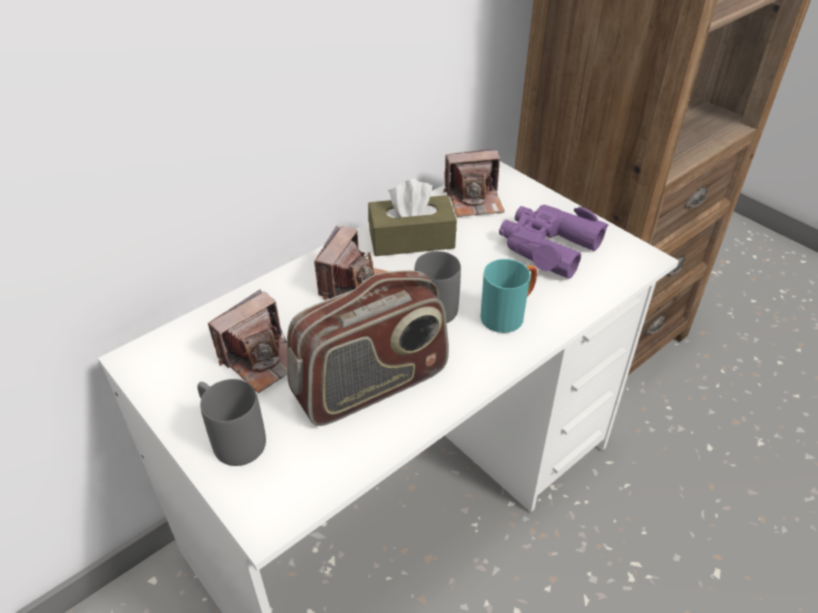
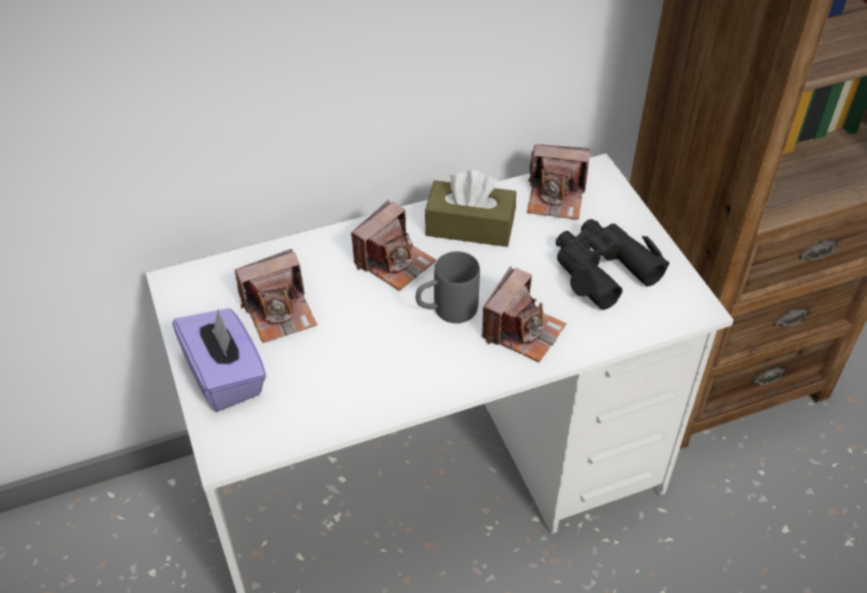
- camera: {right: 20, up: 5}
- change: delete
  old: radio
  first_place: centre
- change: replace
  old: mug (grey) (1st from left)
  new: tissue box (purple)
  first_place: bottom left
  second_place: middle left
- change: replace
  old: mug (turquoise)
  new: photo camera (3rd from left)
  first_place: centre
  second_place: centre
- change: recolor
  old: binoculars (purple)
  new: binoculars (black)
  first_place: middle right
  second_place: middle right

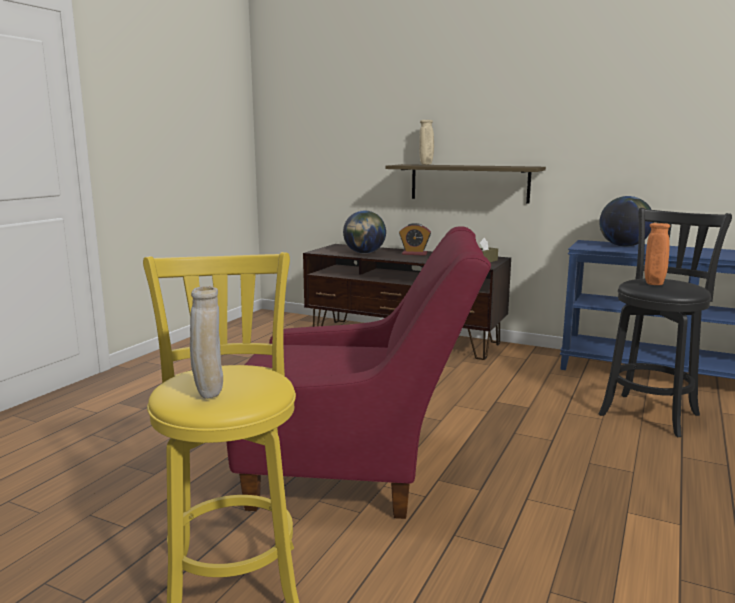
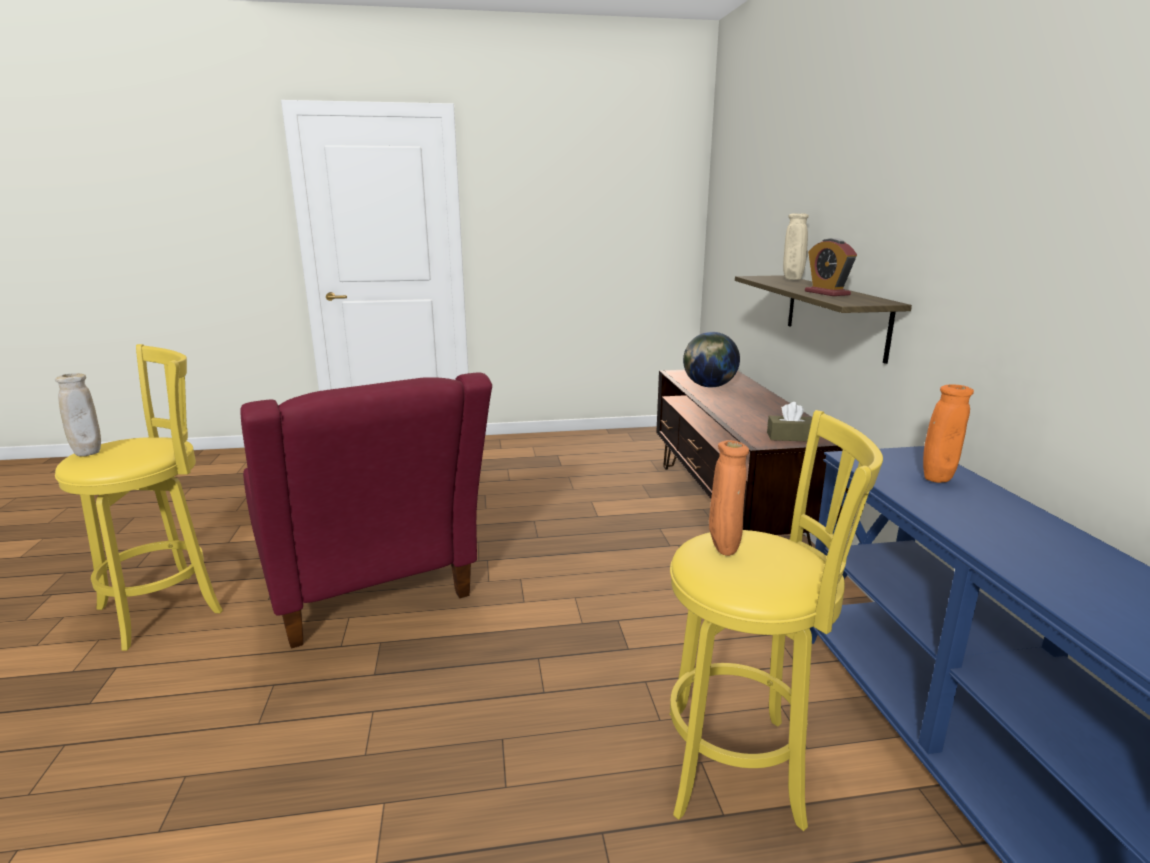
- camera: {right: 55, up: 5}
- change: move
  old: alarm clock
  first_place: centre
  second_place: top right
- change: replace
  old: globe (2nd from left)
  new: vase (orange) (2nd from left)
  first_place: middle right
  second_place: middle right
- change: recolor
  old: stool (black)
  new: stool (yellow) (2nd from left)
  first_place: middle right
  second_place: bottom right

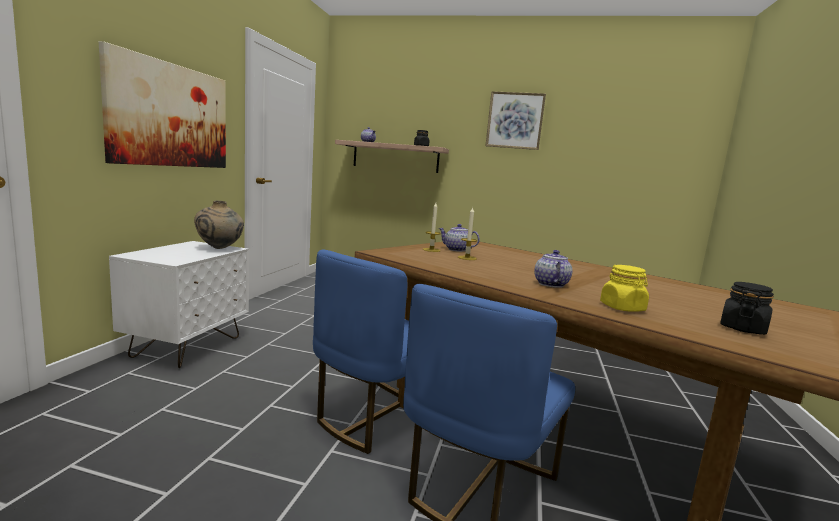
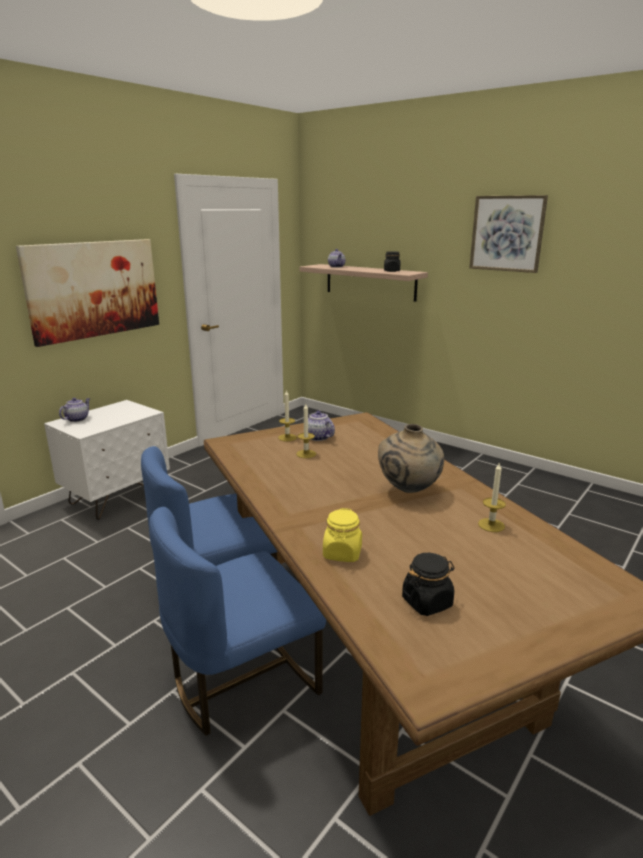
- camera: {right: 25, up: 10}
- change: insert
  new: candle (3rd from left)
  second_place: middle right
- change: move
  old: vase (beige)
  first_place: middle left
  second_place: centre
- change: move
  old: teapot (3rd from left in the first image)
  new: teapot (1st from left)
  first_place: centre
  second_place: middle left

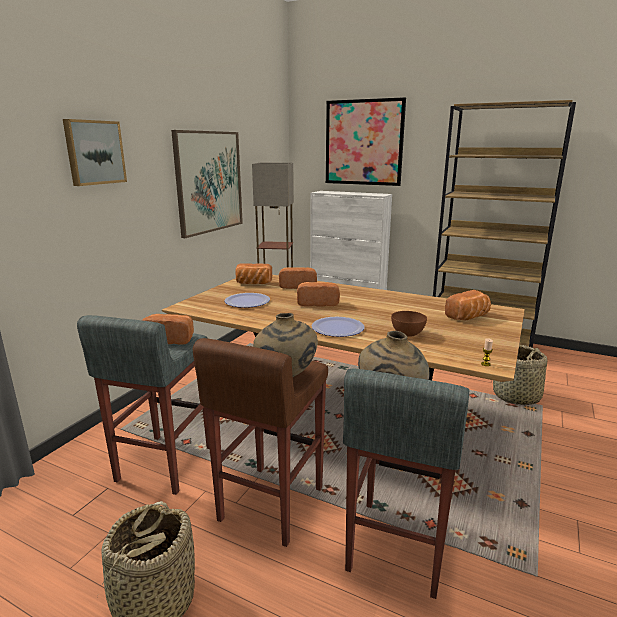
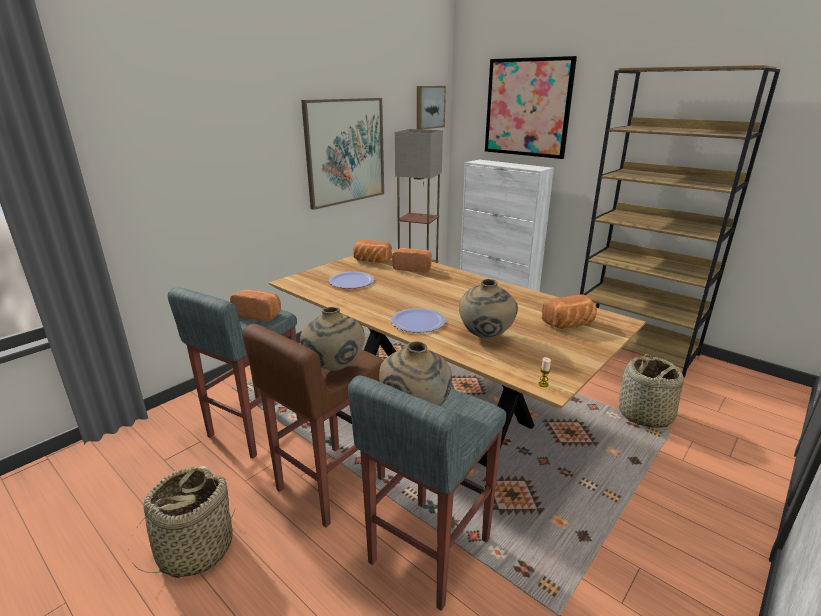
- camera: {right: 15, up: 5}
- change: delete
  old: bread (4th from left)
  first_place: centre
- change: move
  old: picture (1st from left in the first image)
  new: picture (2nd from left)
  first_place: top left
  second_place: top centre
- change: replace
  old: bowl (brown)
  new: vase (beige) (3rd from left)
  first_place: centre
  second_place: centre

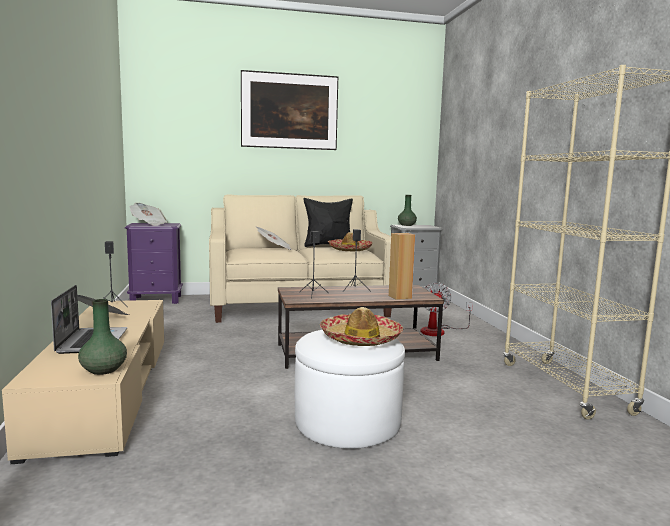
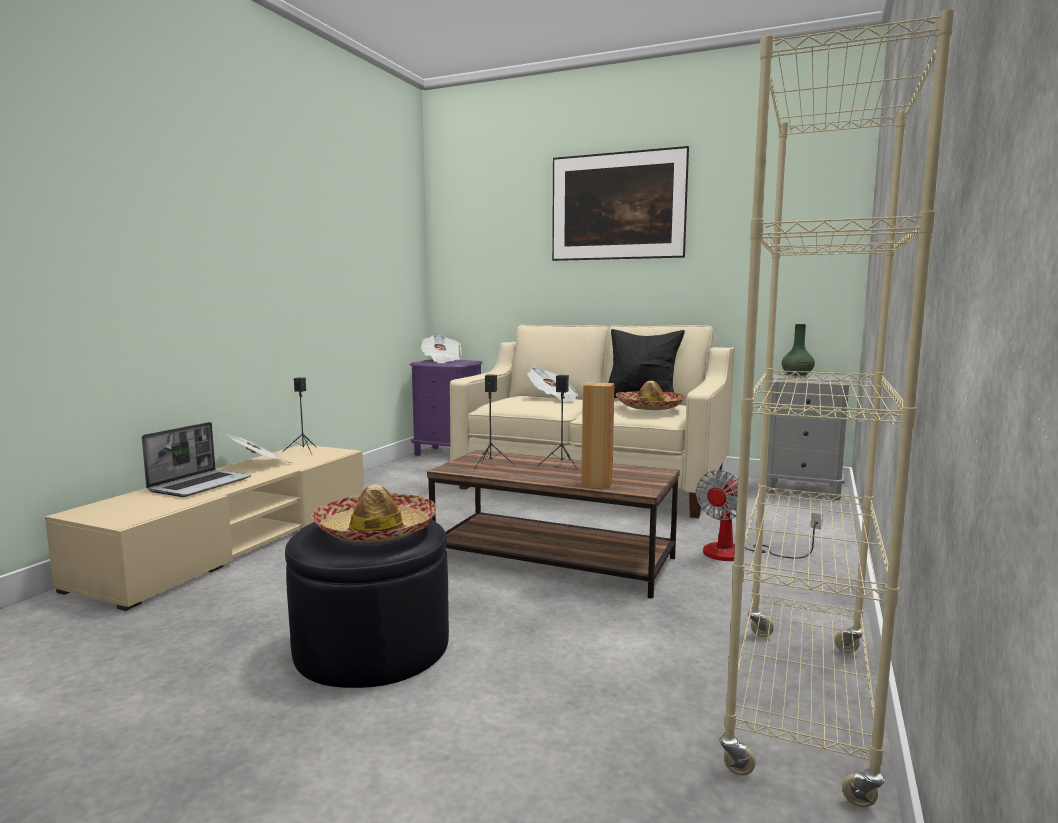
- camera: {right: 35, up: 0}
- change: delete
  old: vase (green) (1st from left)
  first_place: middle left
- change: recolor
  old: ottoman (white)
  new: ottoman (black)
  first_place: bottom centre
  second_place: bottom centre

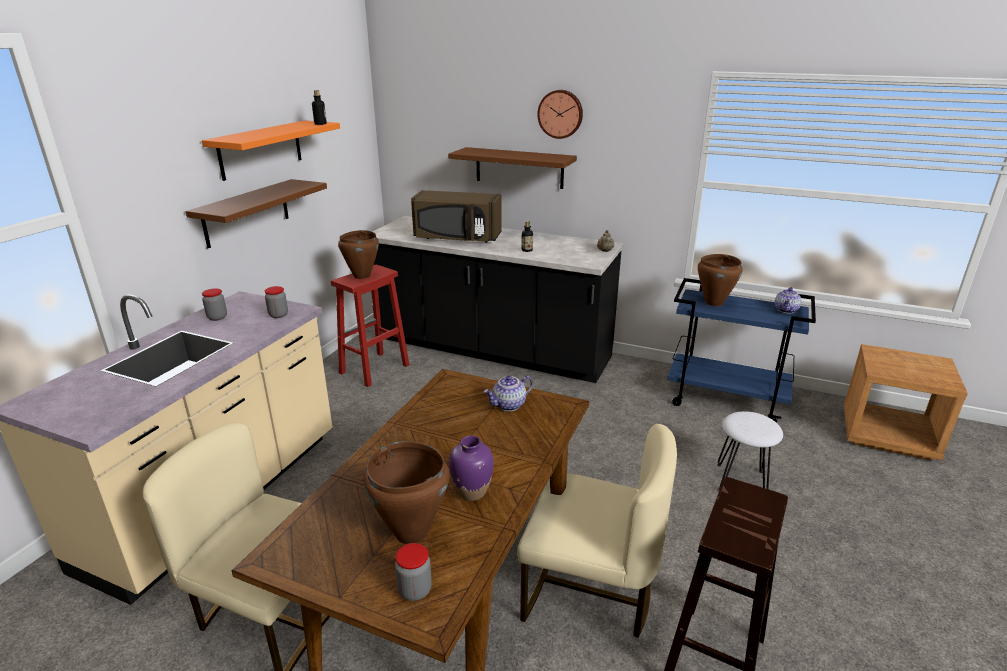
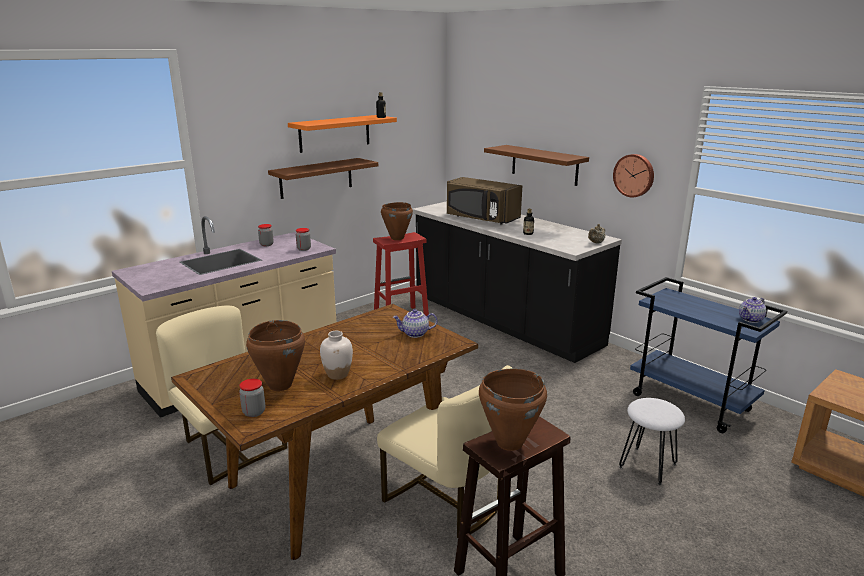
- camera: {right: 25, up: -5}
- change: move
  old: wall clock
  first_place: top centre
  second_place: top right
- change: move
  old: cooking pot (brown) (3rd from left)
  first_place: middle right
  second_place: bottom centre
- change: recolor
  old: vase (purple)
  new: vase (white)
  first_place: bottom centre
  second_place: centre

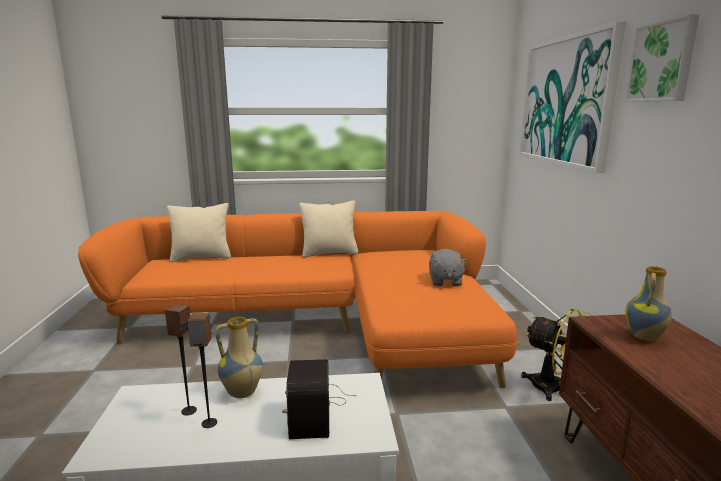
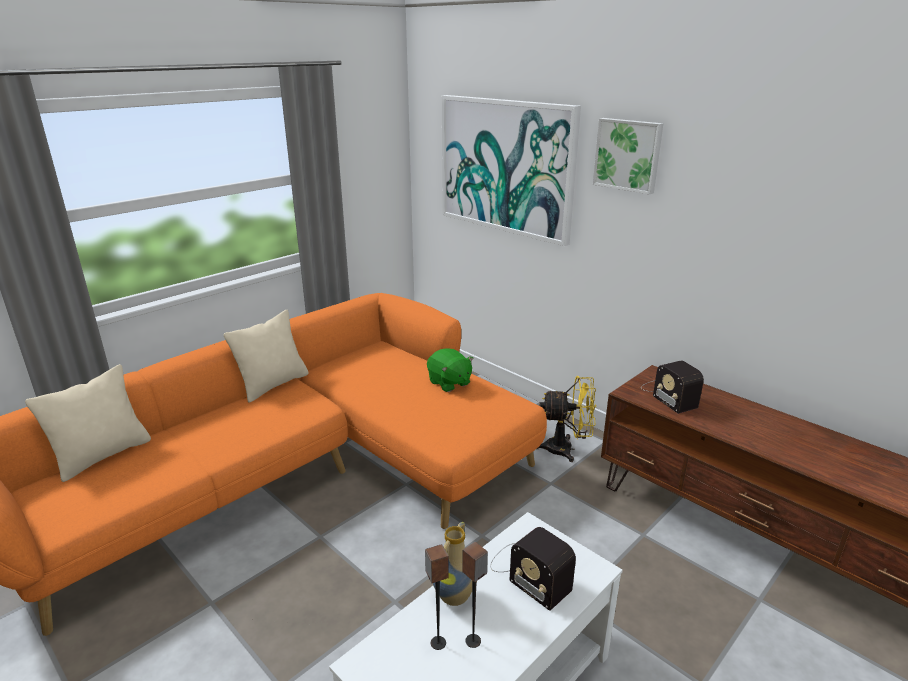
- camera: {right: -40, up: 10}
- change: replace
  old: vase (2nd from left)
  new: radio (2nd from left)
  first_place: middle right
  second_place: middle right
- change: recolor
  old: plush toy (grey)
  new: plush toy (green)
  first_place: centre
  second_place: centre

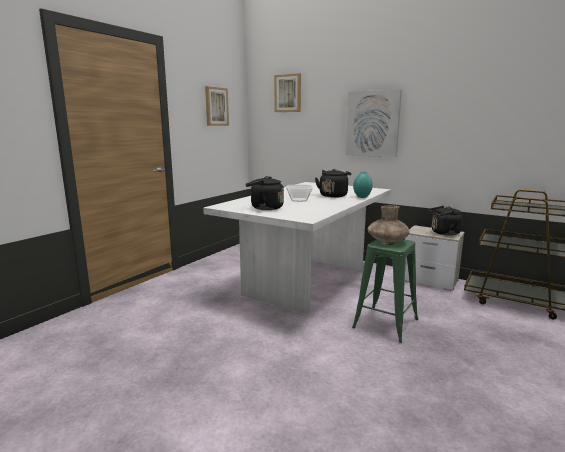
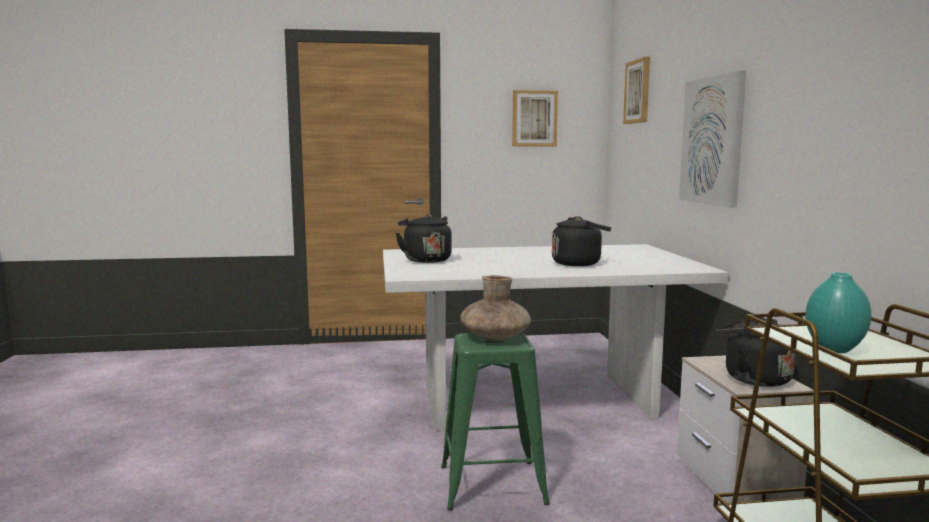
- camera: {right: 50, up: -5}
- change: delete
  old: bowl
  first_place: centre
- change: move
  old: vase (turquoise)
  first_place: centre
  second_place: middle right

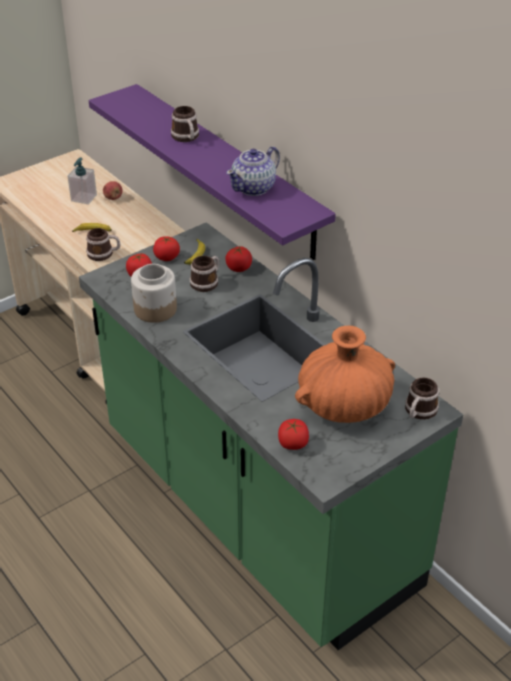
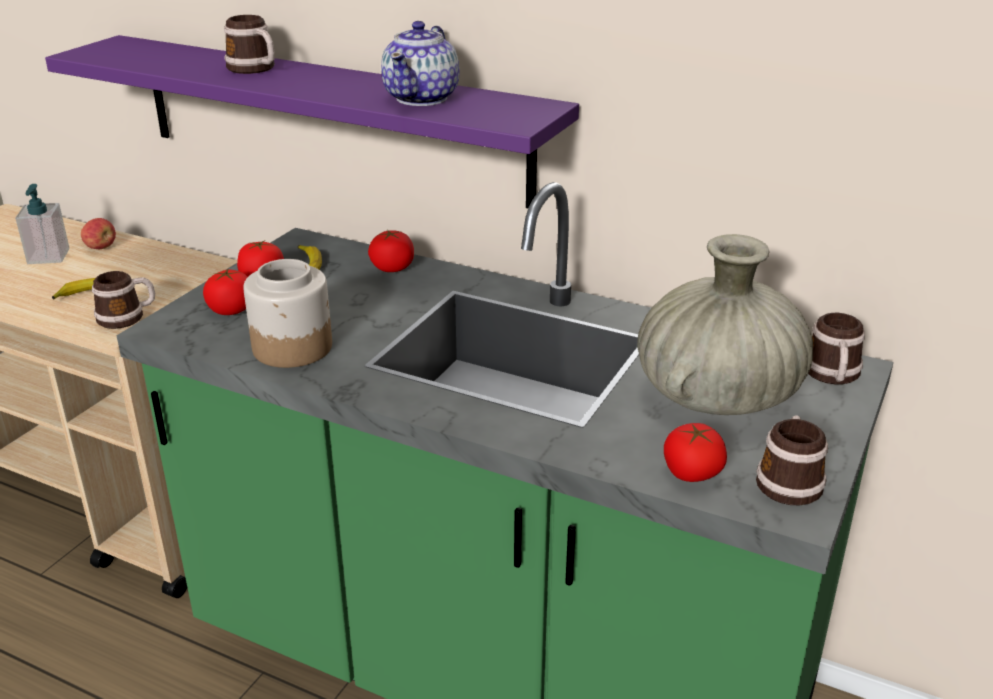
- camera: {right: -25, up: -10}
- change: move
  old: mug (3rd from left)
  first_place: centre
  second_place: middle right
- change: recolor
  old: vase (orange)
  new: vase (beige)
  first_place: middle right
  second_place: middle right

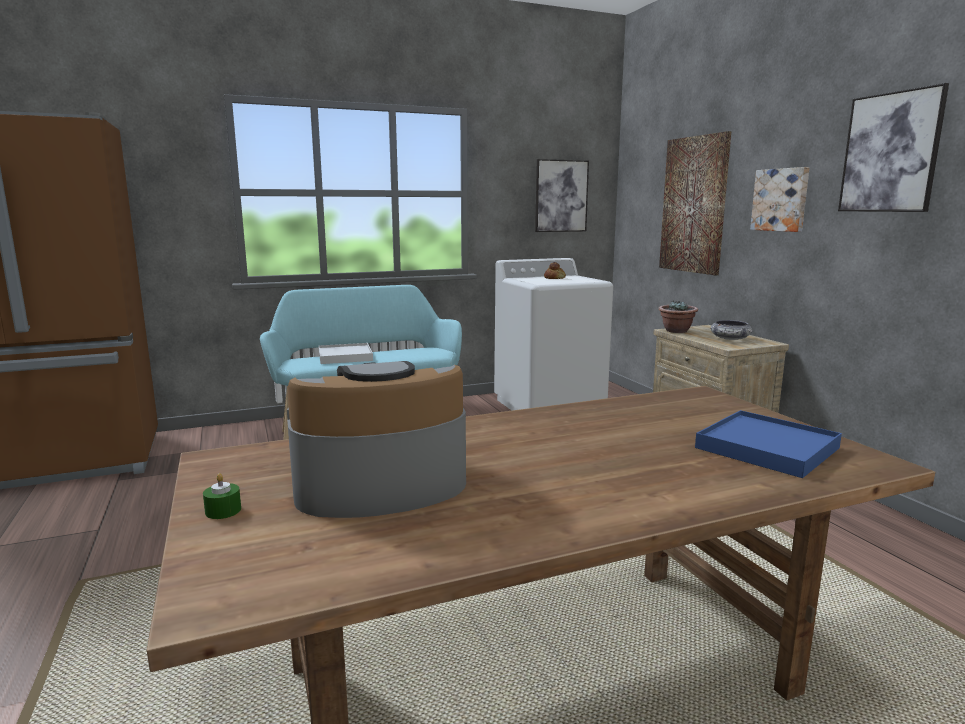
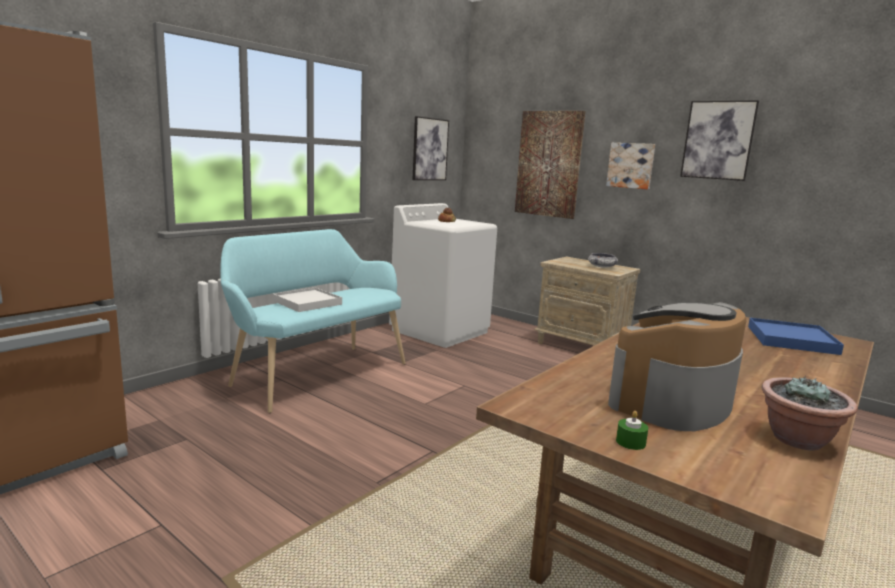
- camera: {right: -30, up: 0}
- change: move
  old: potted plant
  first_place: middle right
  second_place: bottom right

